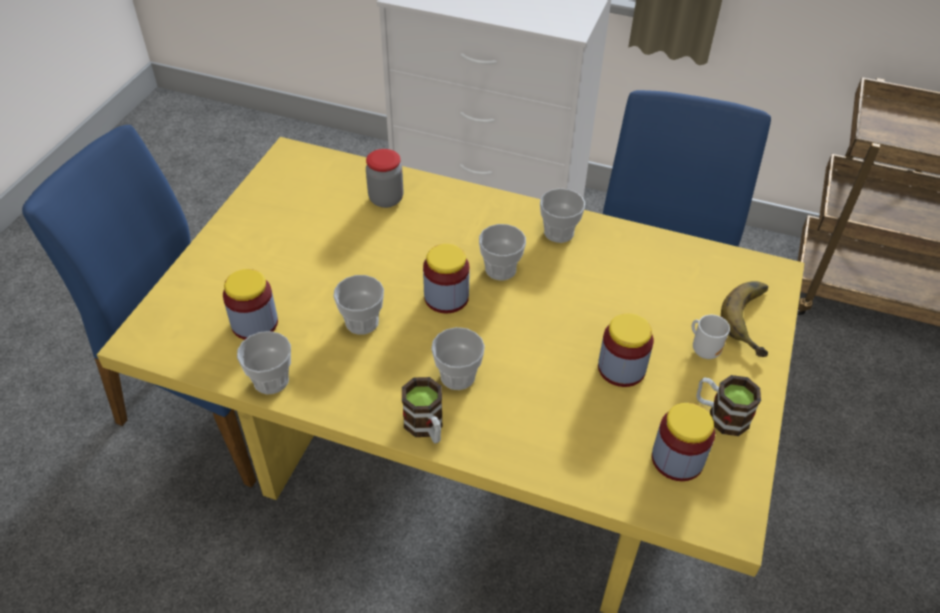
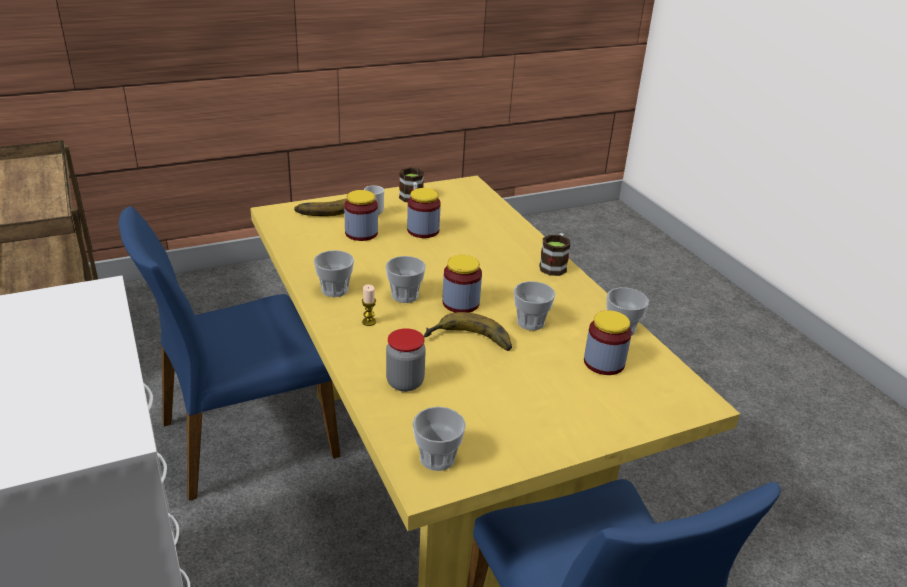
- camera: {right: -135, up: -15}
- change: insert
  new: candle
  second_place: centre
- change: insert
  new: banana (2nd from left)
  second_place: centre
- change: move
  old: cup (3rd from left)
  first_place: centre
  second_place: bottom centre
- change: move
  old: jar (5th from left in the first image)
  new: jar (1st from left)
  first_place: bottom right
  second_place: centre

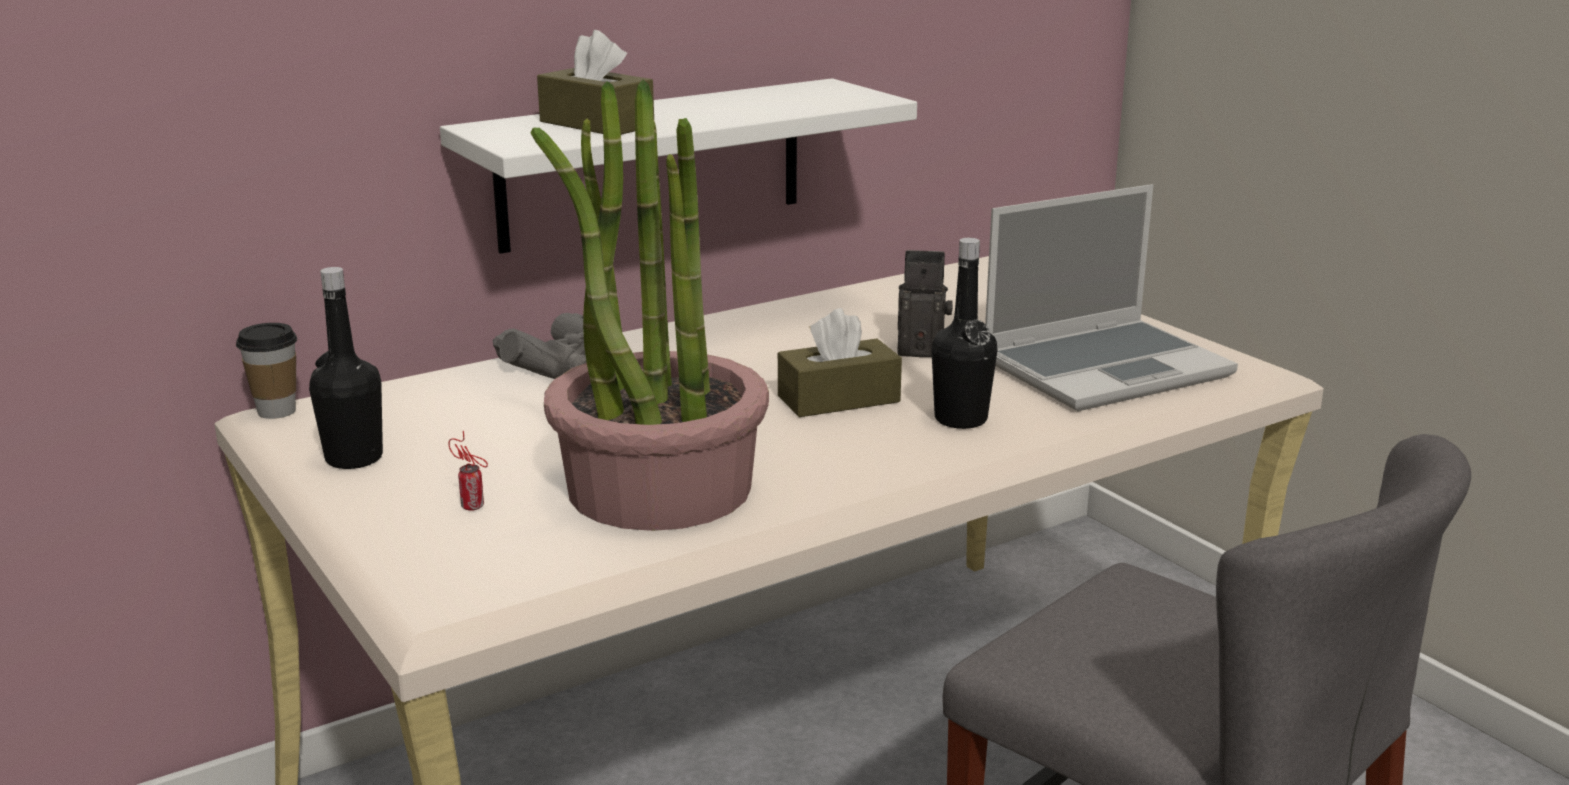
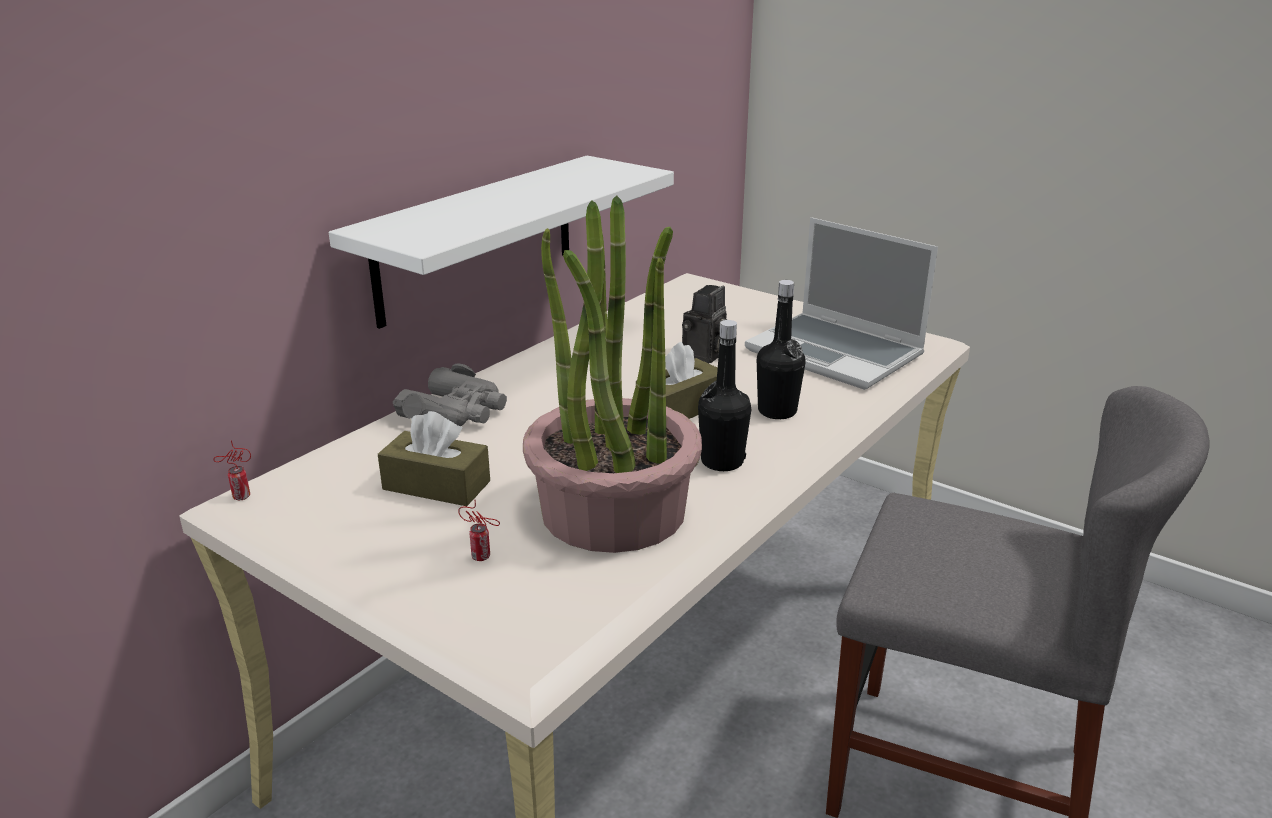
- camera: {right: -20, up: 5}
- change: move
  old: bottle (black) (1st from left)
  first_place: middle left
  second_place: centre
- change: move
  old: tissue box (brown) (1st from left)
  first_place: top centre
  second_place: centre
- change: replace
  old: cup
  new: can (1st from left)
  first_place: middle left
  second_place: middle left
- change: rotate
  old: photo camera
  first_place: centre
  second_place: centre
  degrees: 135
- change: rotate
  old: laptop
  first_place: middle right
  second_place: centre
  degrees: 90

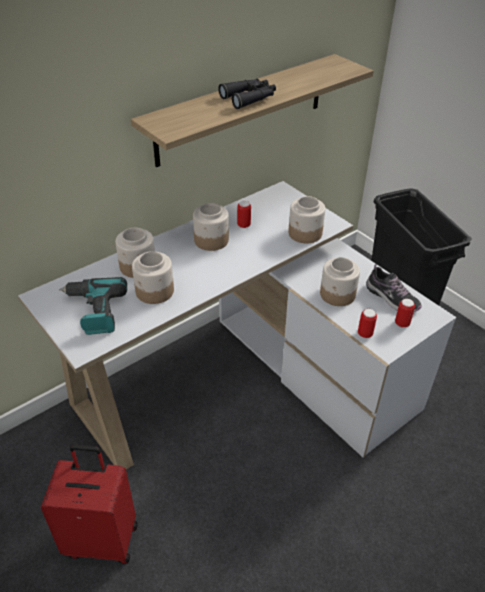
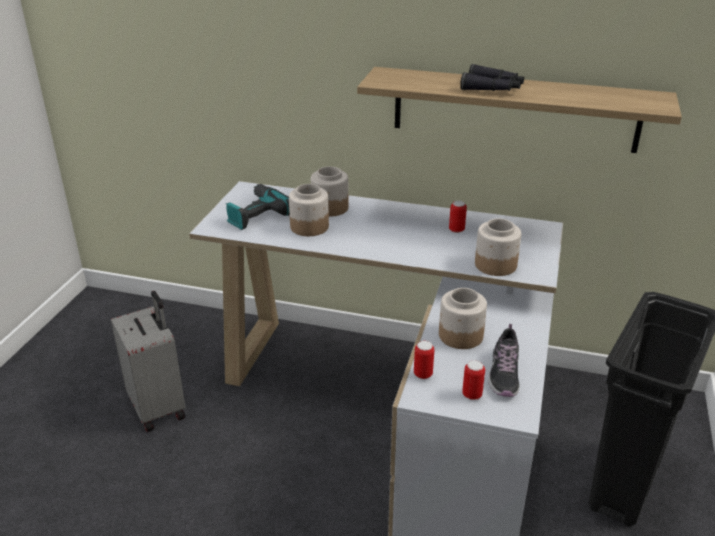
- camera: {right: 55, up: -10}
- change: delete
  old: jar (3rd from left)
  first_place: centre
- change: recolor
  old: suitcase (red)
  new: suitcase (grey)
  first_place: bottom left
  second_place: bottom left

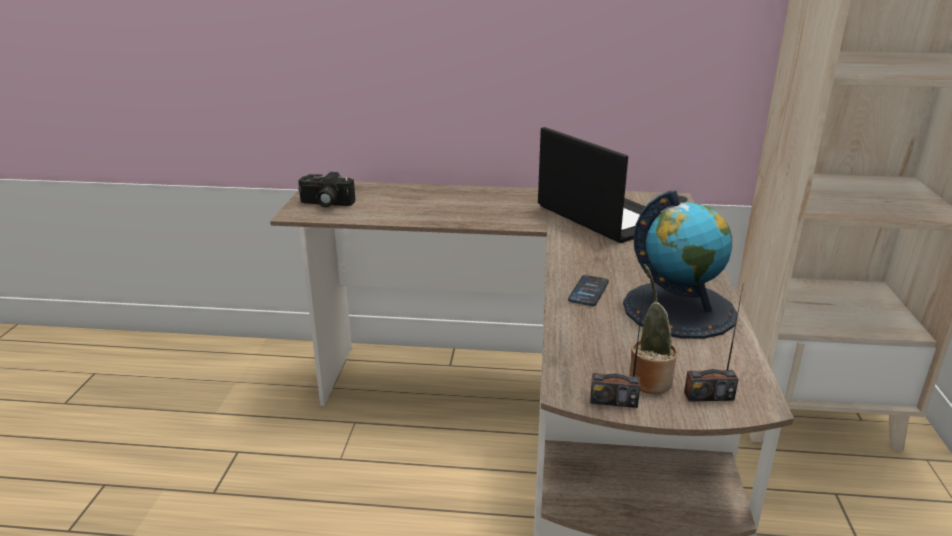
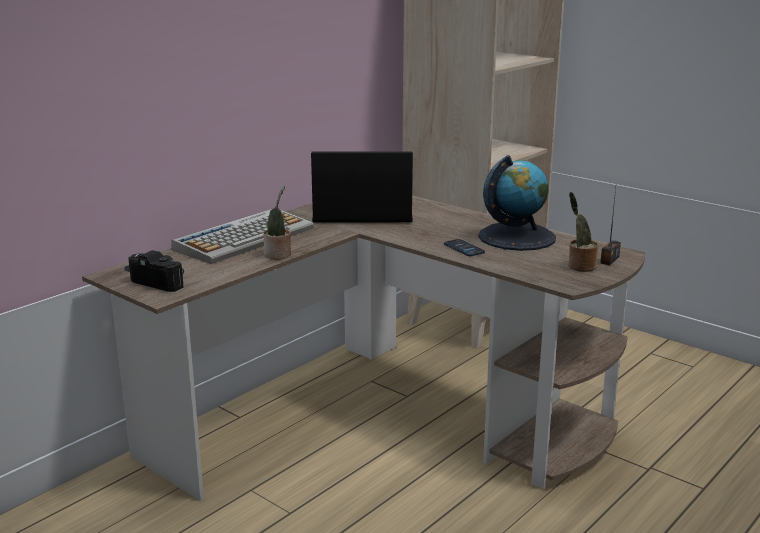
- camera: {right: -55, up: -5}
- change: delete
  old: radio (1st from left)
  first_place: centre
- change: insert
  new: keyboard
  second_place: middle left
- change: insert
  new: potted plant (1st from left)
  second_place: centre
- change: rotate
  old: photo camera
  first_place: centre
  second_place: middle left
  degrees: -105

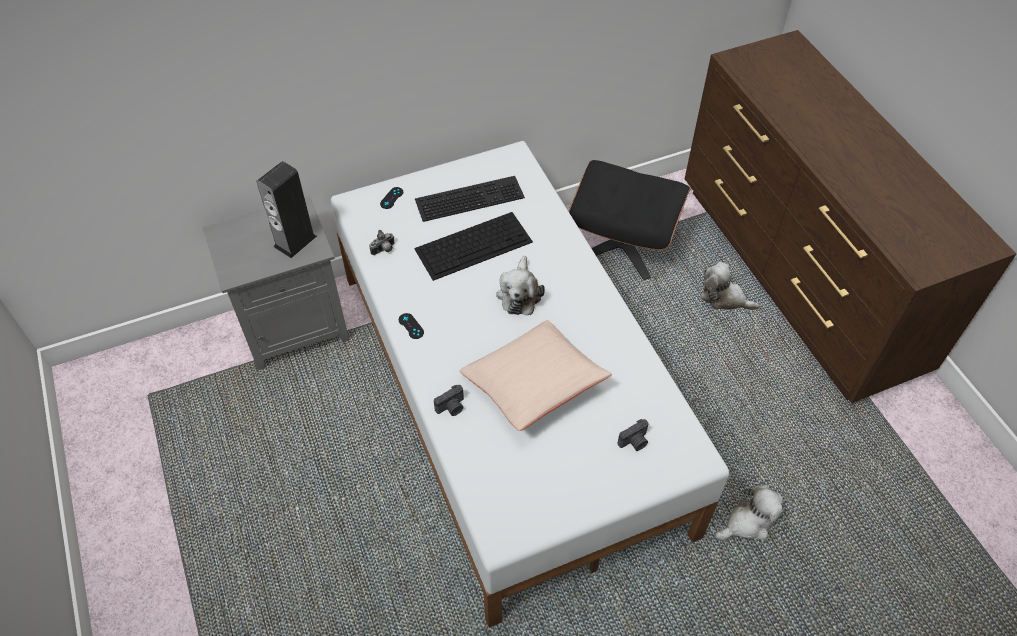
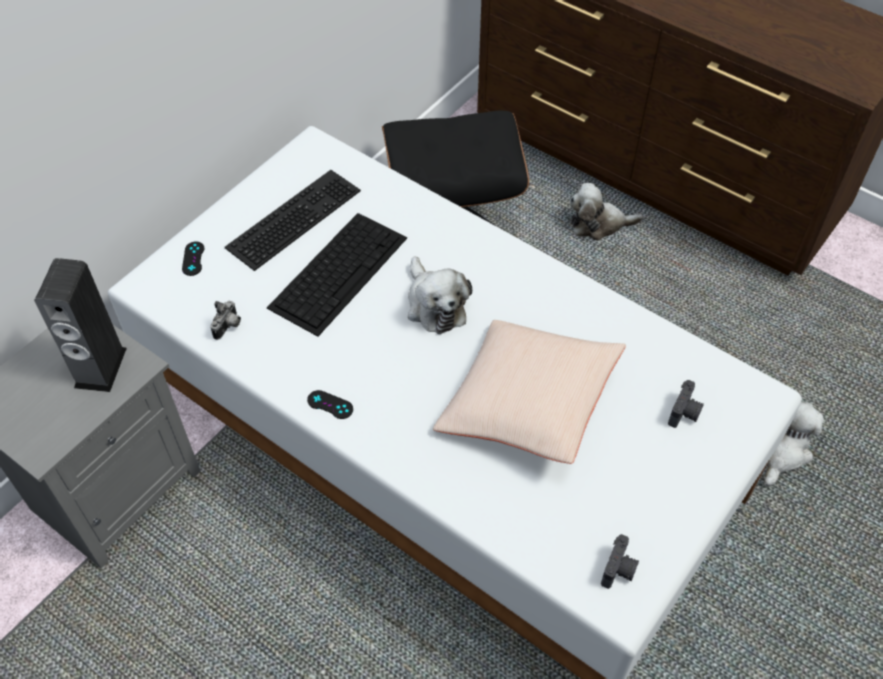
- camera: {right: -30, up: 0}
- change: move
  old: photo camera (2nd from left)
  first_place: centre
  second_place: bottom right

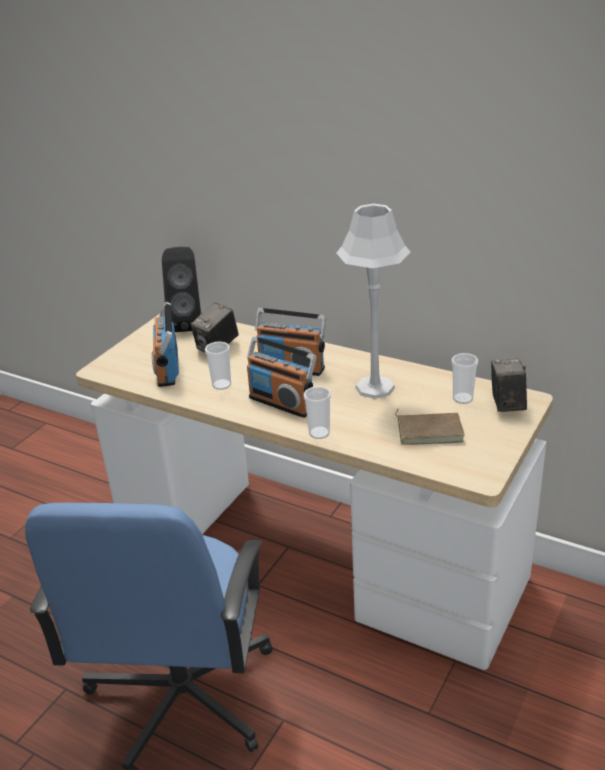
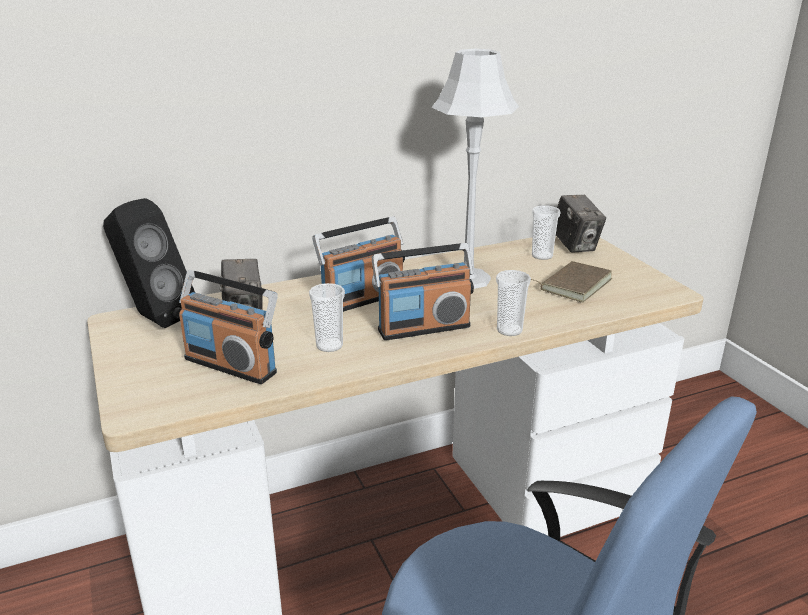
- camera: {right: -55, up: -5}
- change: rotate
  old: photo camera (2nd from left)
  first_place: middle right
  second_place: middle right
  degrees: -150

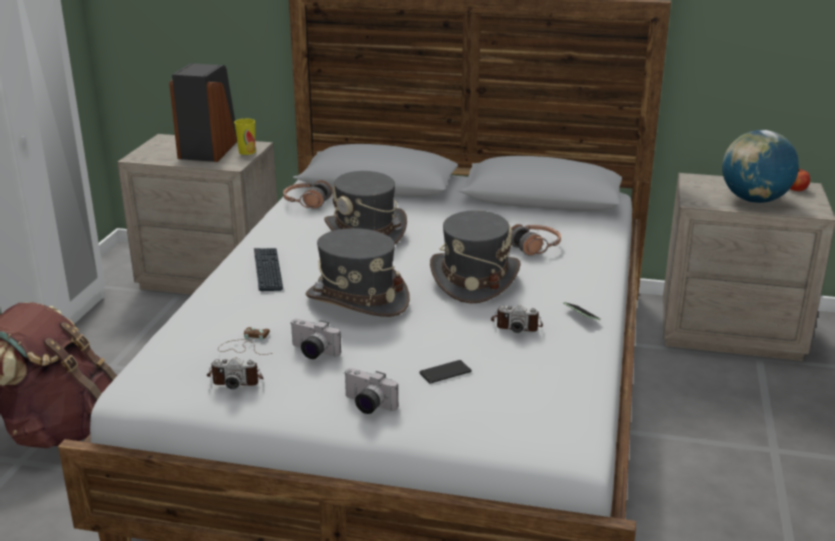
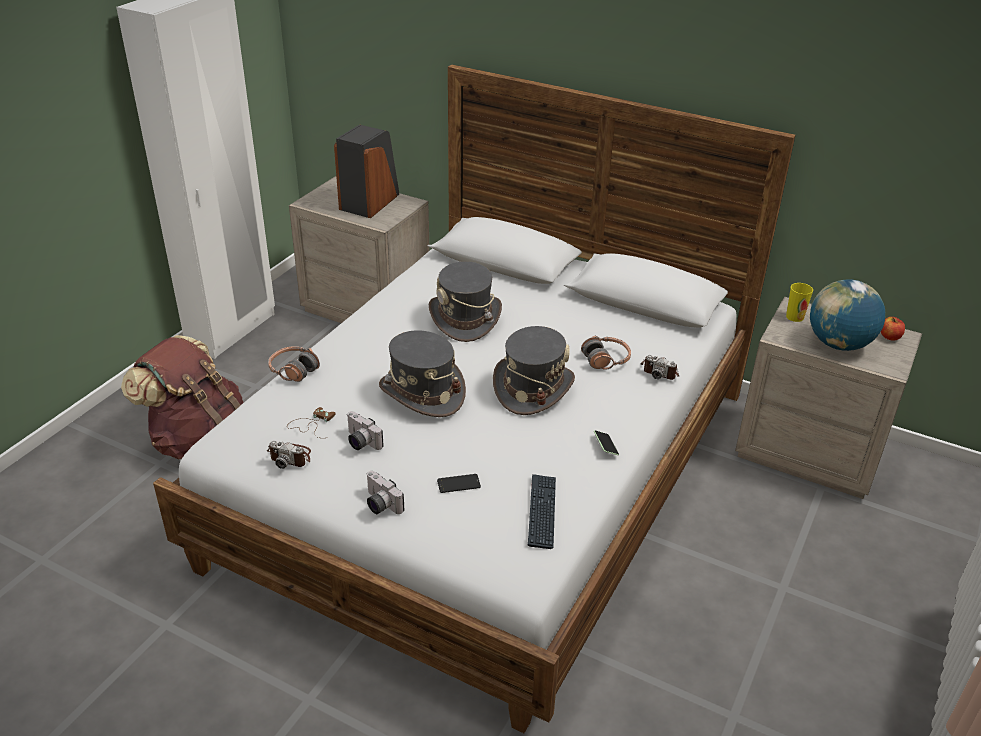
- camera: {right: 15, up: 10}
- change: move
  old: cup
  first_place: top left
  second_place: middle right
- change: move
  old: keyboard
  first_place: middle left
  second_place: bottom centre
- change: move
  old: headphones (1st from left)
  first_place: centre
  second_place: middle left
- change: move
  old: photo camera (4th from left)
  first_place: centre
  second_place: middle right

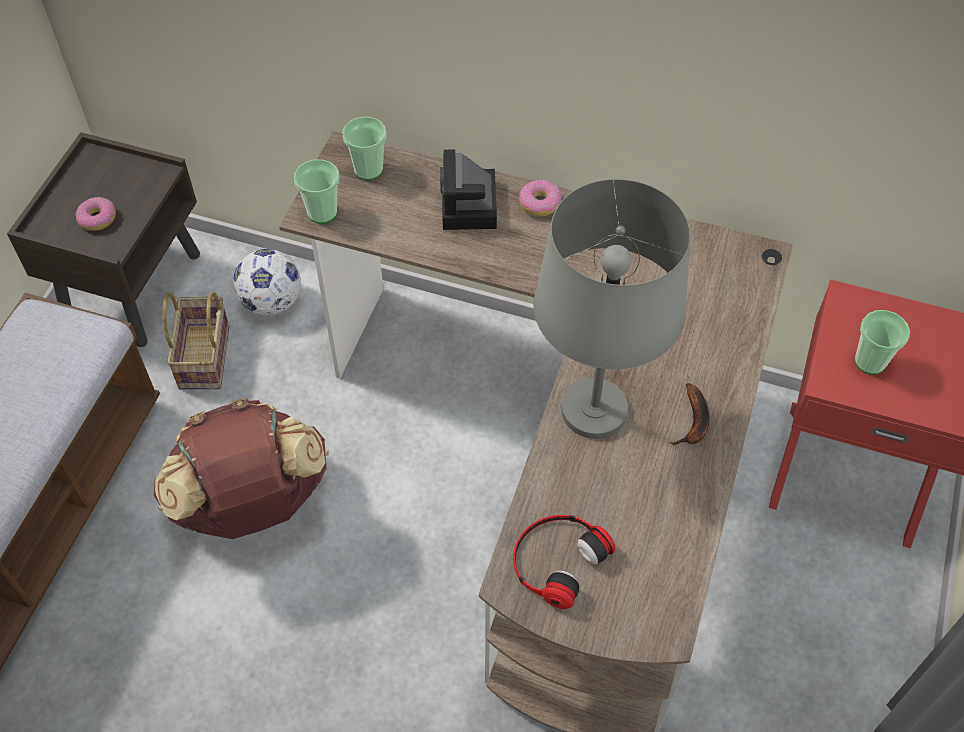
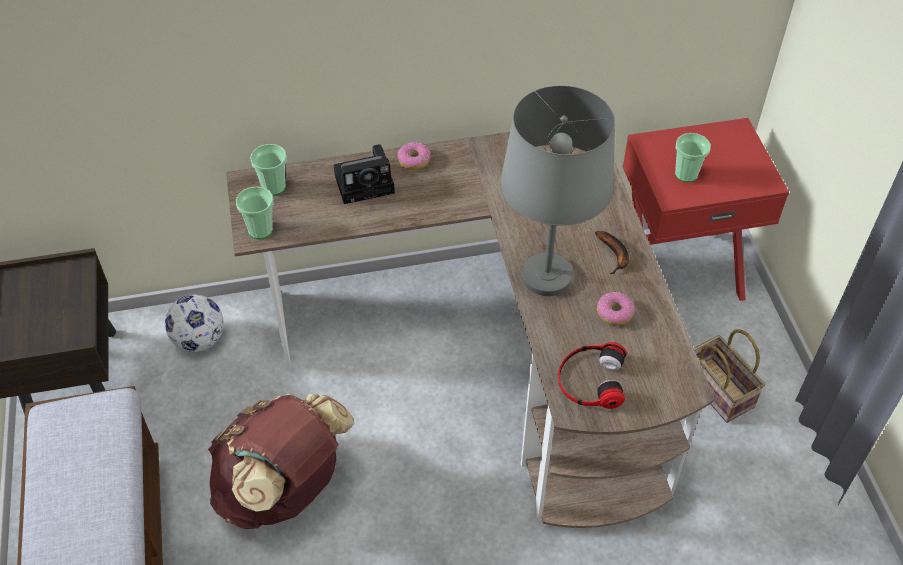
- camera: {right: -30, up: -5}
- change: move
  old: donut (1st from left in the first image)
  new: donut (2nd from left)
  first_place: top left
  second_place: middle right
- change: move
  old: basket
  first_place: middle left
  second_place: middle right
- change: rotate
  old: photo camera
  first_place: top centre
  second_place: top centre
  degrees: -75

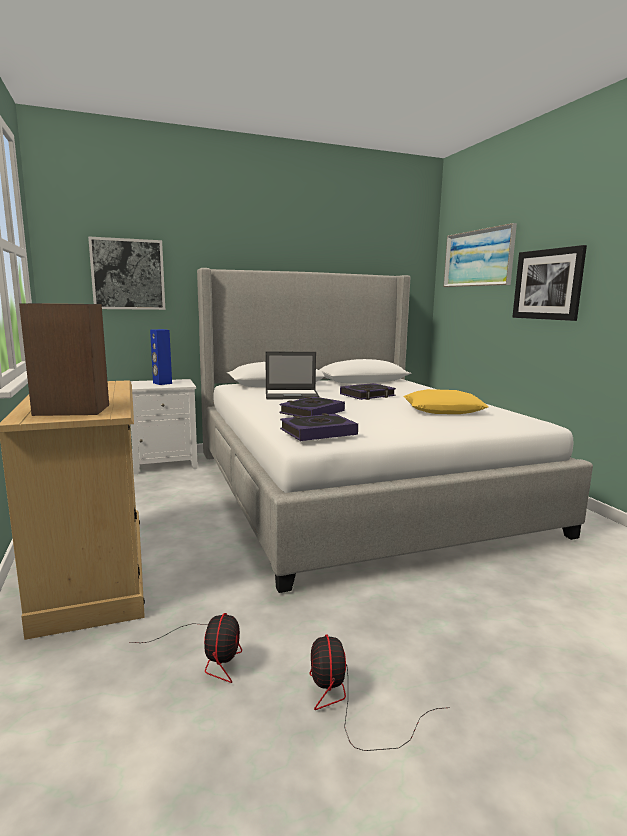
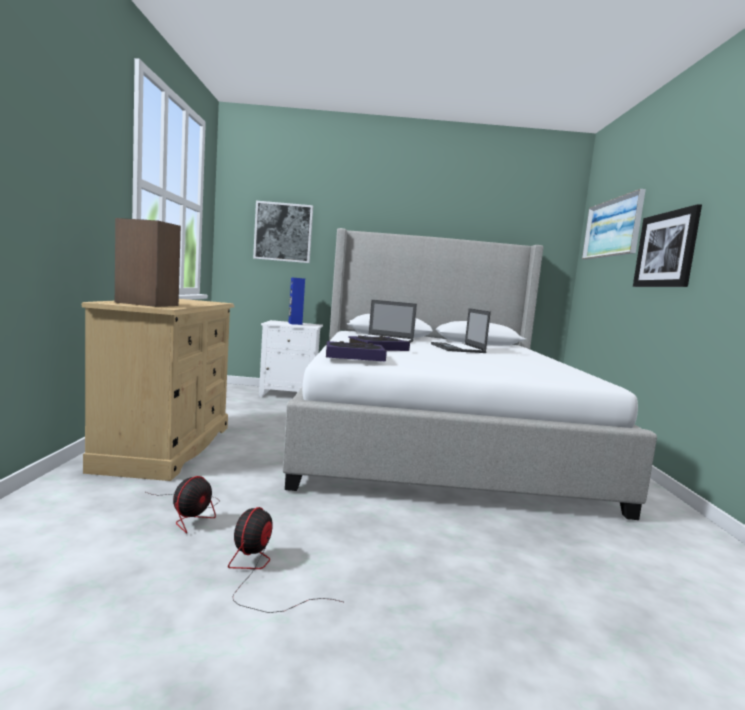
- camera: {right: 20, up: -5}
- change: delete
  old: pillow (yellow)
  first_place: middle right
- change: replace
  old: book (3rd from left)
  new: laptop (2nd from left)
  first_place: centre
  second_place: centre

